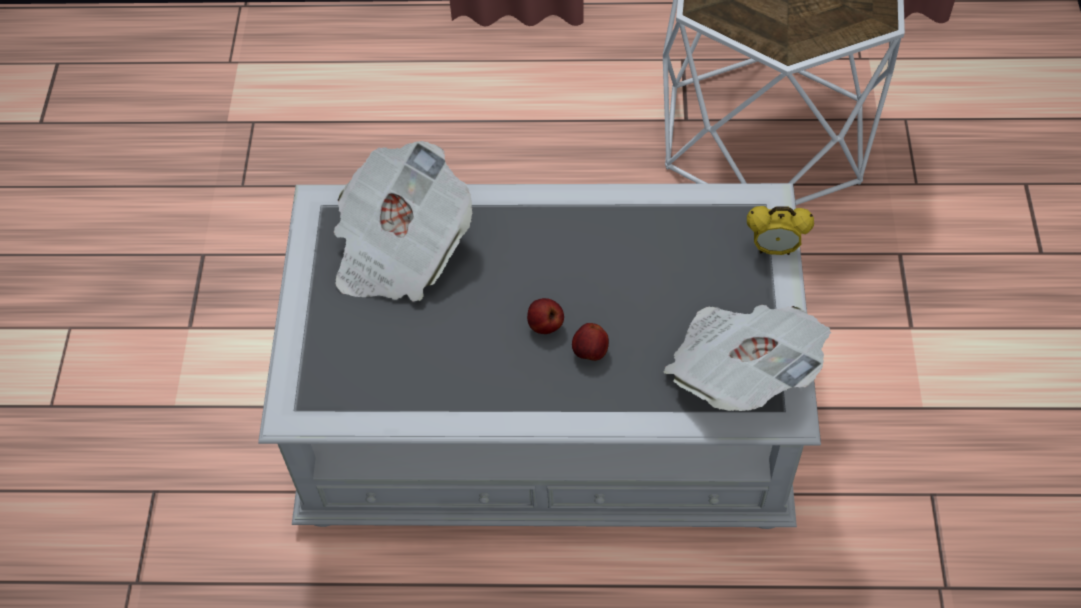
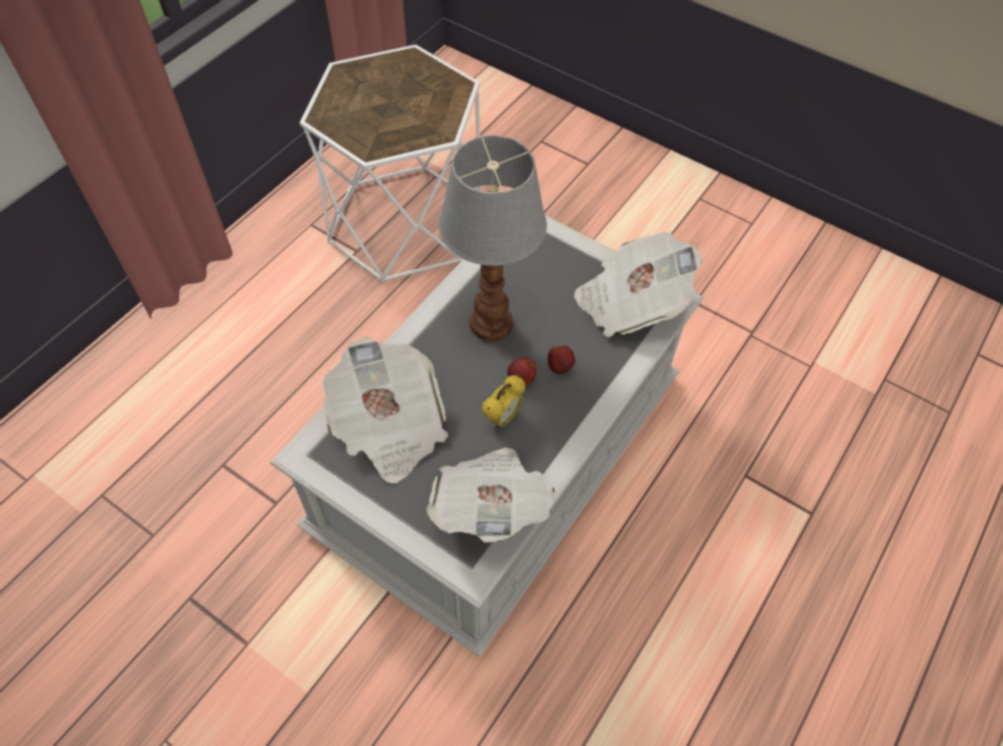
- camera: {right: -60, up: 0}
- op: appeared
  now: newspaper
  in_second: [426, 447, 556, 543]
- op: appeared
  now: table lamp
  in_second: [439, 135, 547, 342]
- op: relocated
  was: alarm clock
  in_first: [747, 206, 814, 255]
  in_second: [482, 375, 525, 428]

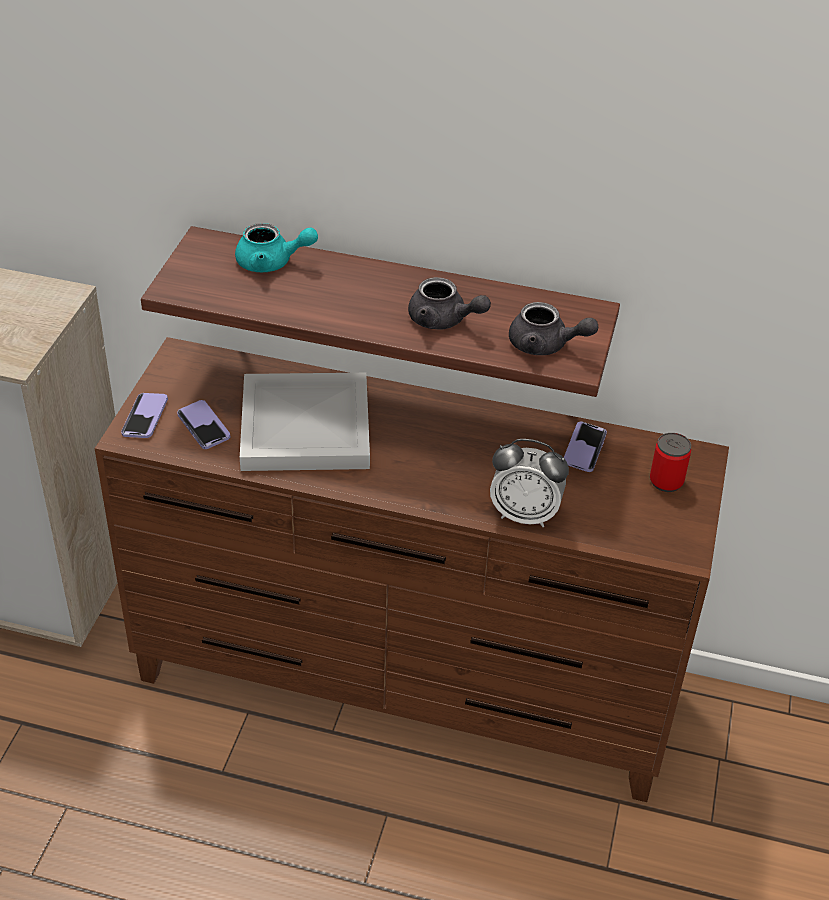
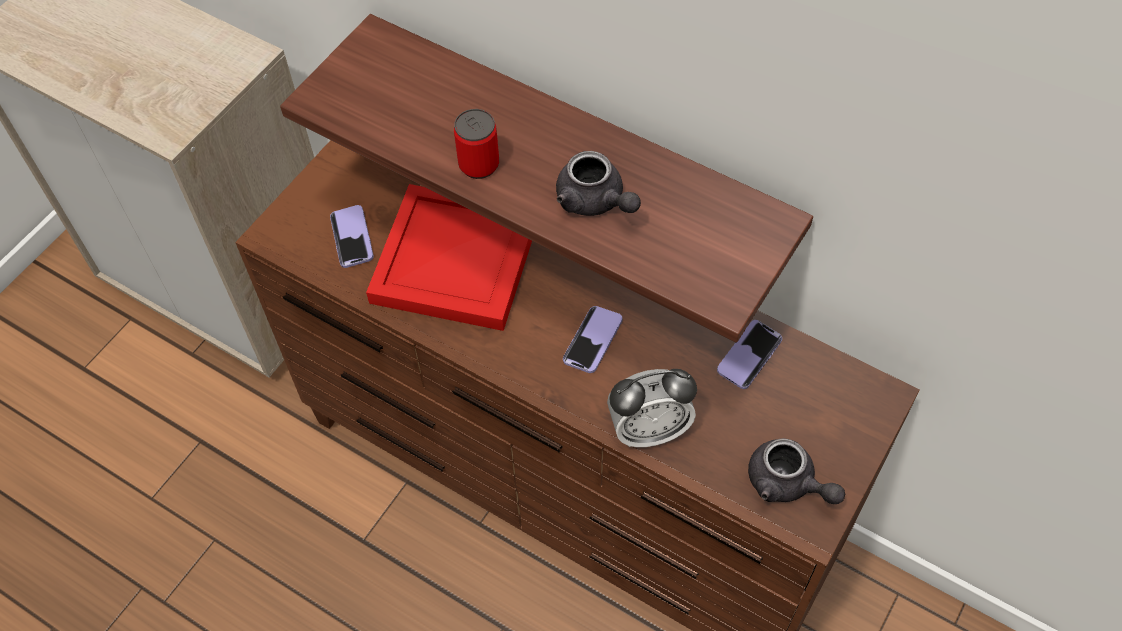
- camera: {right: 20, up: 15}
- op: colour
  was: tray/white
  now: tray/red
  in_first: [240, 373, 370, 471]
  in_second: [366, 184, 532, 331]
- op: relocated
  was: can
  in_first: [650, 433, 691, 492]
  in_second: [454, 109, 499, 179]
- op: relocated
  was: phone
  in_first: [121, 393, 168, 438]
  in_second: [563, 306, 623, 373]
- op: spun
  was: alarm clock
  in_first: [490, 439, 569, 527]
  in_second: [607, 369, 697, 447]
  clockwise: -45
- op: relocated
  was: teapot/grey
  in_first: [509, 302, 598, 355]
  in_second: [748, 438, 845, 504]
- op: missing
  was: teapot/turquoise
  in_first: [235, 223, 318, 272]

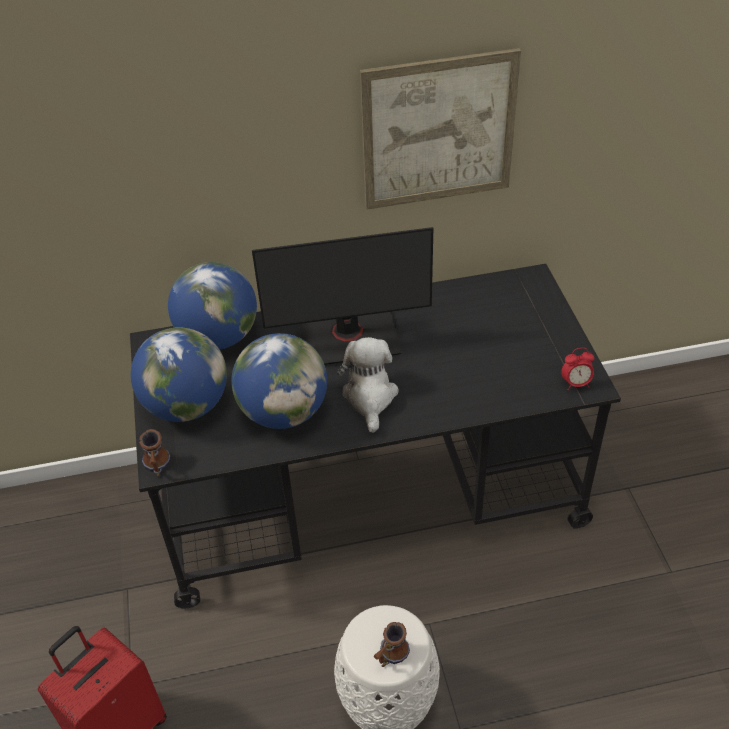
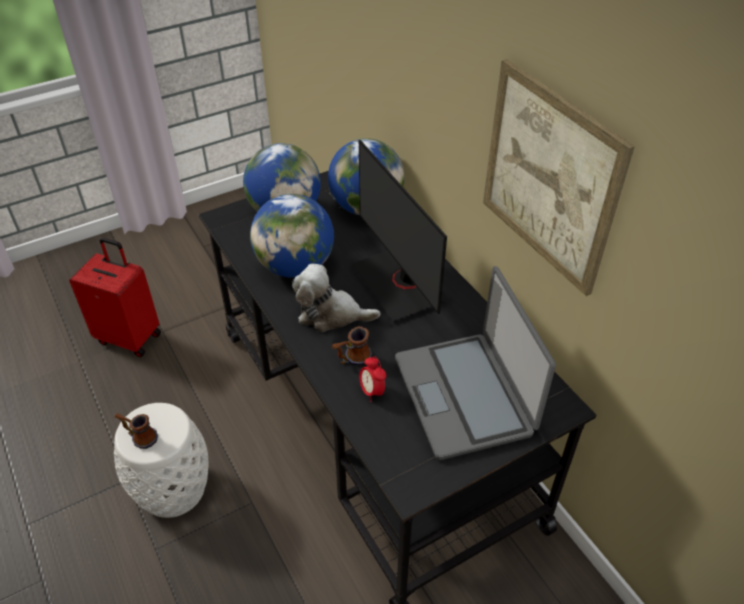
- camera: {right: 70, up: 0}
- op: spun
  was: plush toy
  in_first: [337, 337, 399, 433]
  in_second: [292, 264, 380, 332]
  clockwise: -150
- op: relocated
  was: mug
  in_first: [139, 429, 171, 476]
  in_second: [332, 326, 372, 366]
- op: relocated
  was: alarm clock
  in_first: [561, 348, 594, 390]
  in_second: [359, 356, 386, 402]
- op: appeared
  now: laptop
  in_second: [395, 266, 556, 460]

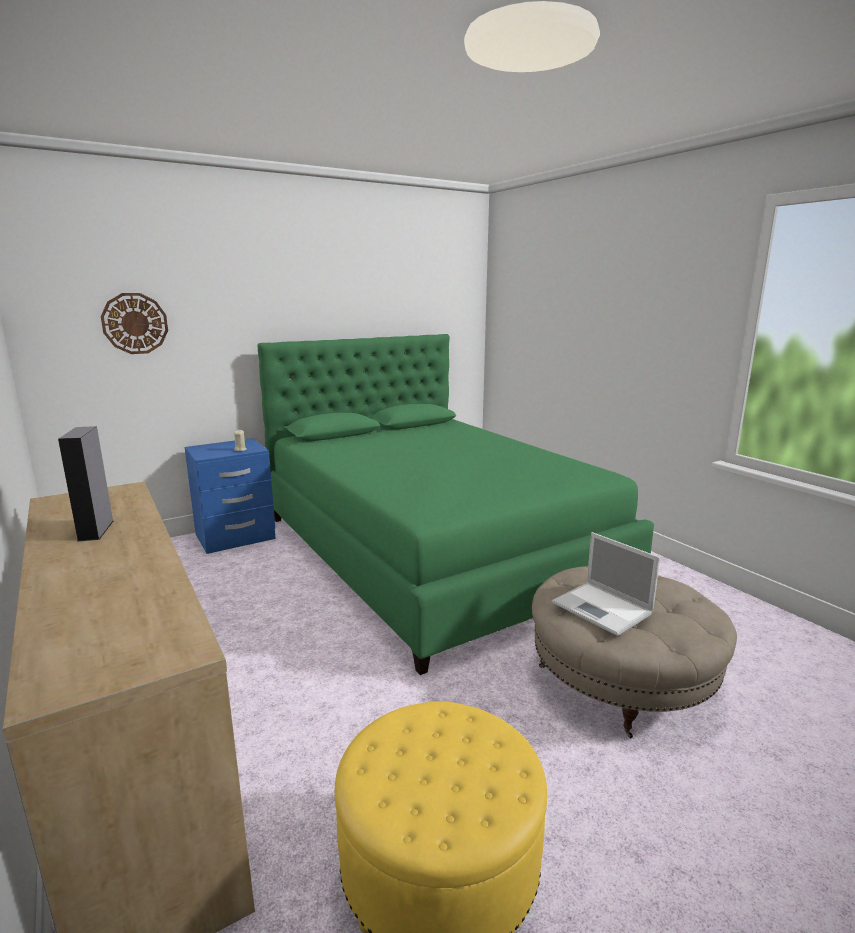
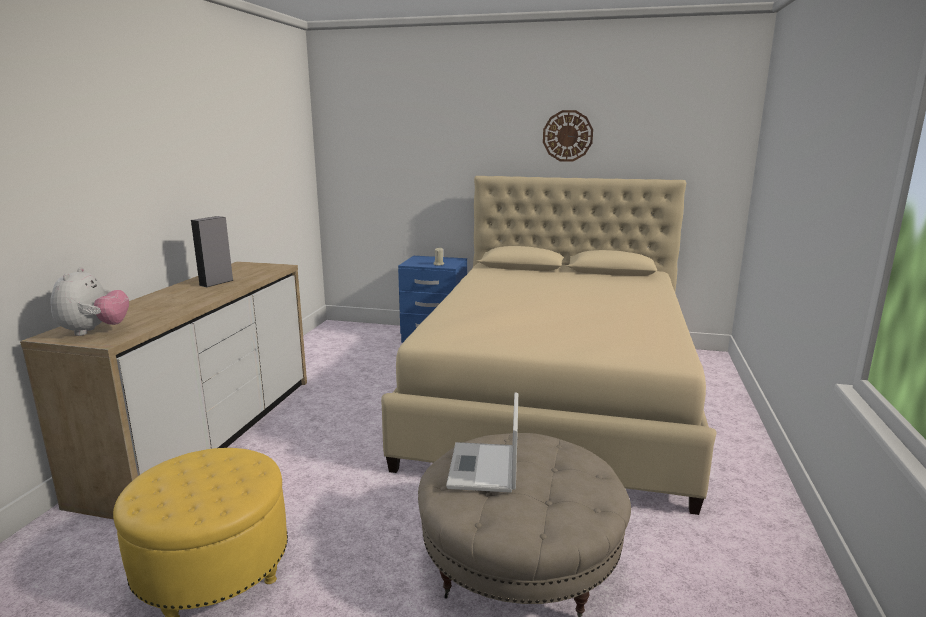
- camera: {right: 45, up: 0}
- op: appeared
  now: plush toy
  in_second: [50, 267, 129, 336]
- op: colour
  was: bed/green
  now: bed/beige
  in_first: [257, 334, 654, 675]
  in_second: [381, 176, 717, 515]
- op: relocated
  was: wall clock
  in_first: [101, 293, 168, 354]
  in_second: [543, 110, 593, 162]

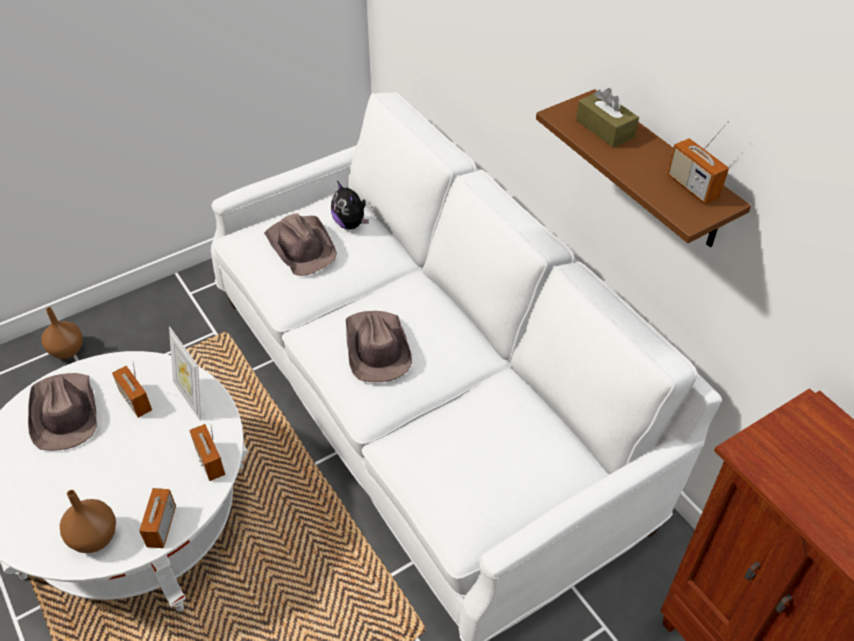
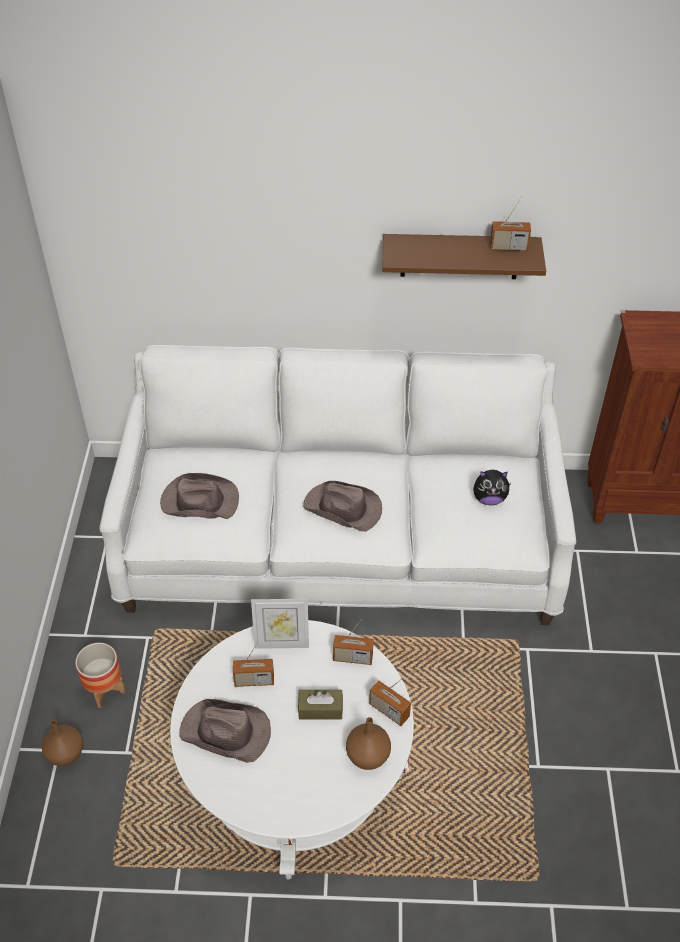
- camera: {right: -55, up: 0}
- op: appeared
  now: planter
  in_second: [75, 643, 126, 708]
- op: relocated
  was: tissue box/brown
  in_first: [576, 88, 639, 148]
  in_second: [298, 690, 343, 720]
- op: relocated
  was: plush toy
  in_first: [331, 181, 369, 229]
  in_second: [473, 470, 511, 506]

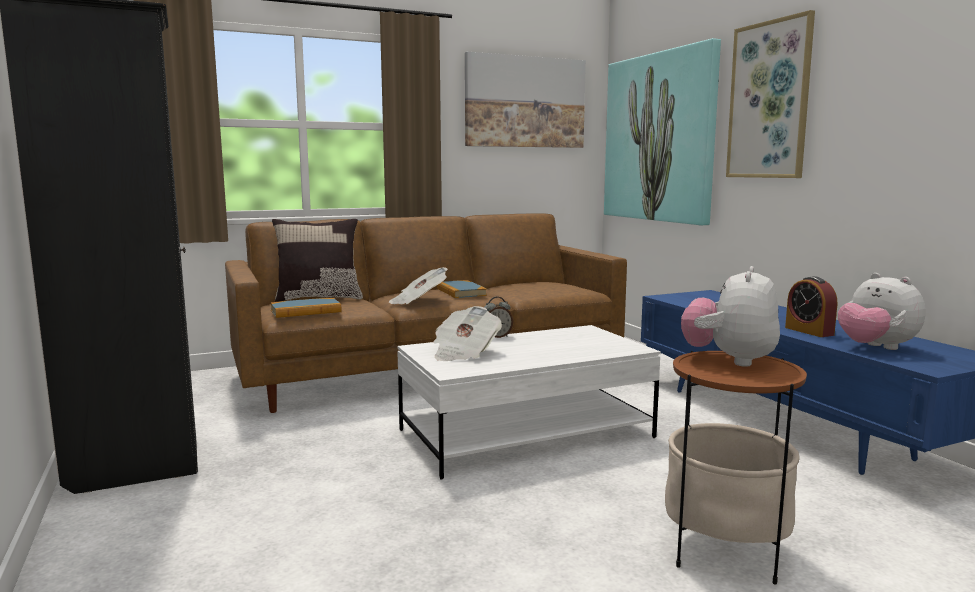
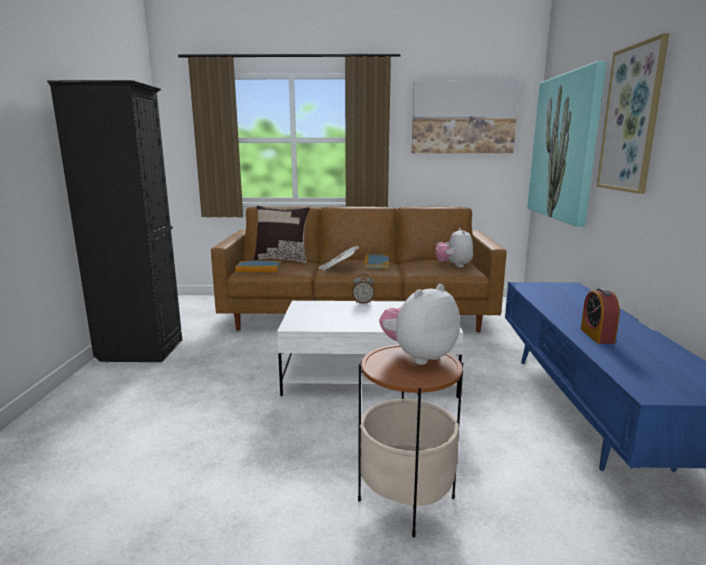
- camera: {right: 25, up: 5}
- op: relocated
  was: plush toy
  in_first: [838, 273, 926, 350]
  in_second: [435, 228, 473, 268]
- op: missing
  was: newspaper
  in_first: [433, 306, 502, 361]

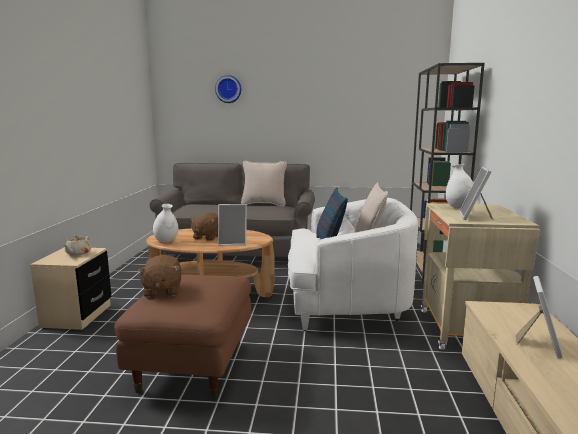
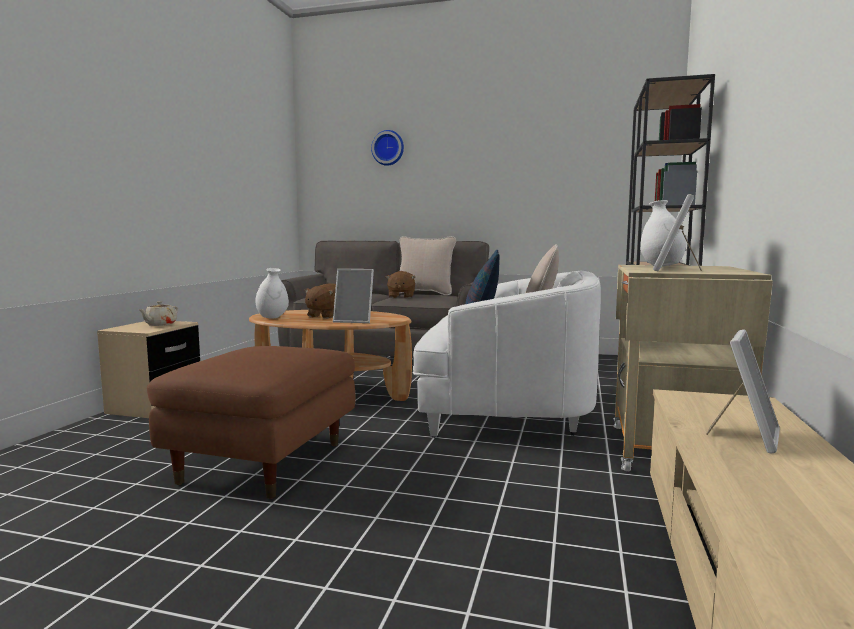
- camera: {right: 10, up: -5}
- op: relocated
  was: plush toy/brown
  in_first: [137, 255, 182, 298]
  in_second: [386, 271, 415, 298]

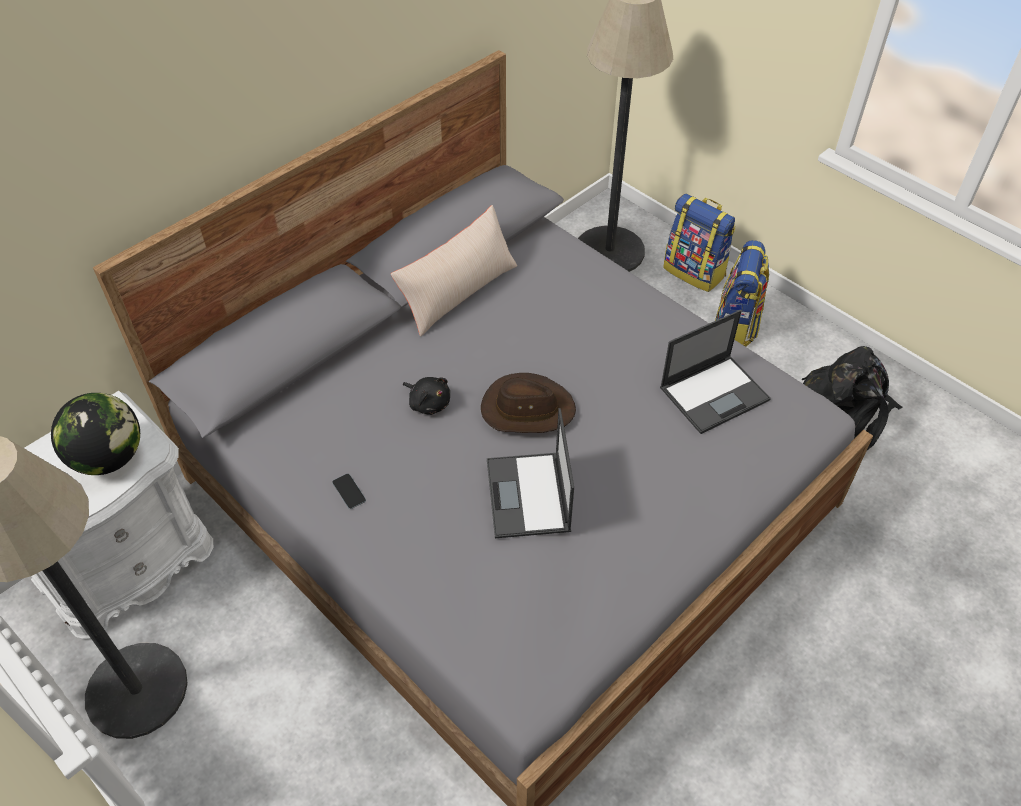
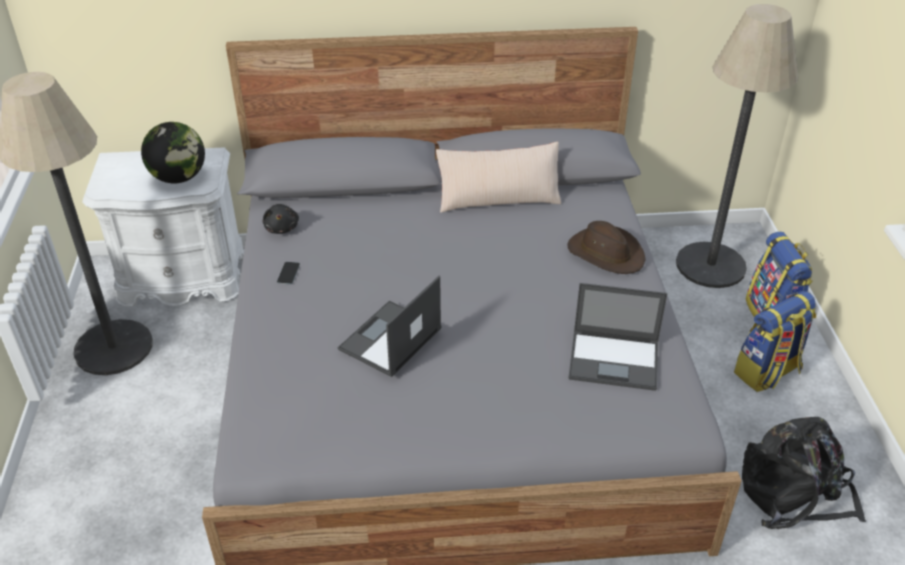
- camera: {right: 40, up: -10}
- op: relocated
  was: plush toy/black
  in_first: [403, 377, 450, 415]
  in_second: [263, 204, 299, 234]
- op: relocated
  was: hat/brown
  in_first: [481, 373, 576, 433]
  in_second: [567, 221, 646, 274]

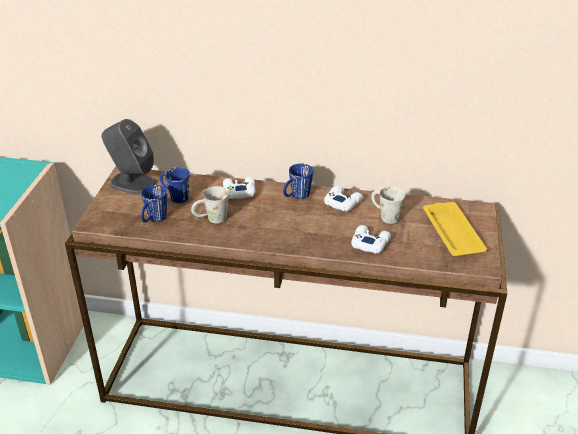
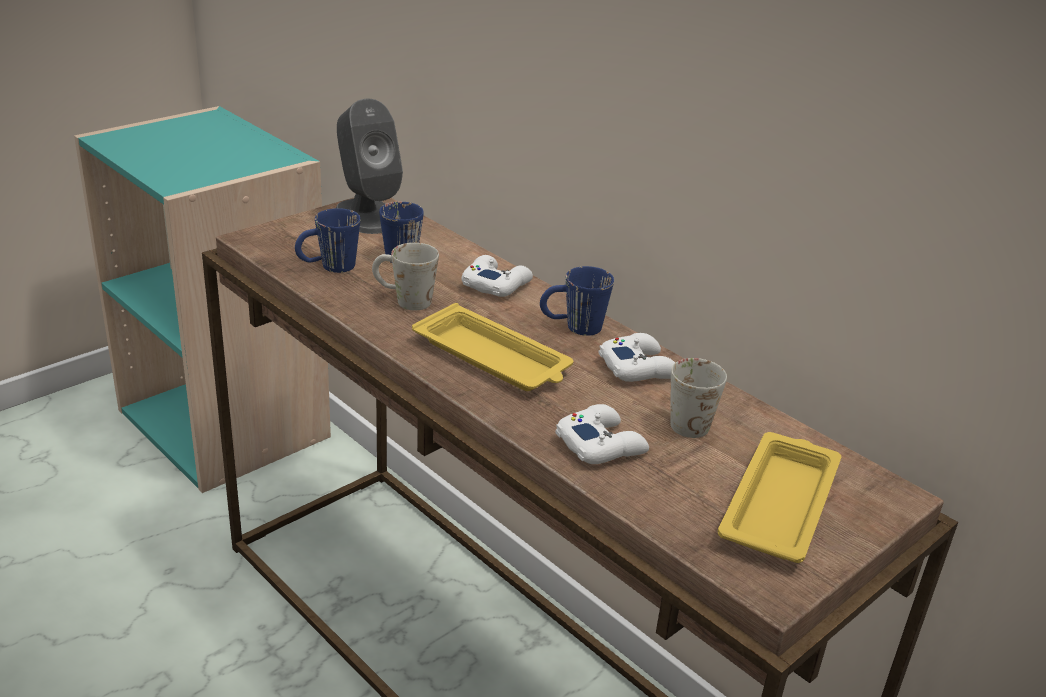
- camera: {right: 35, up: -5}
- op: appeared
  now: tray/yellow
  in_second: [412, 303, 573, 391]

